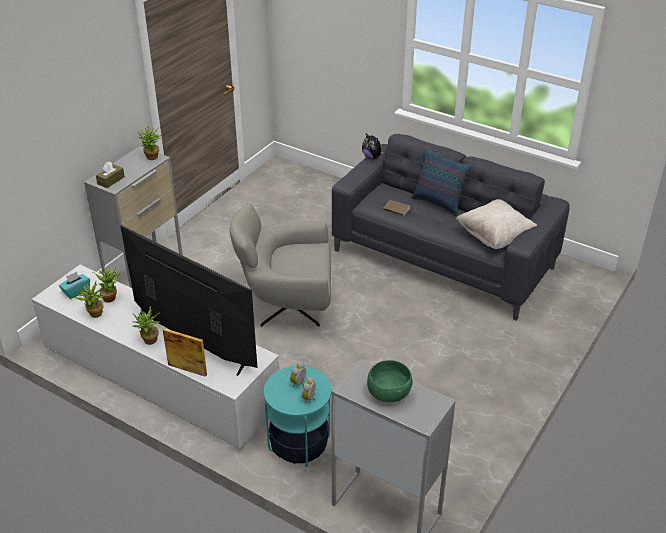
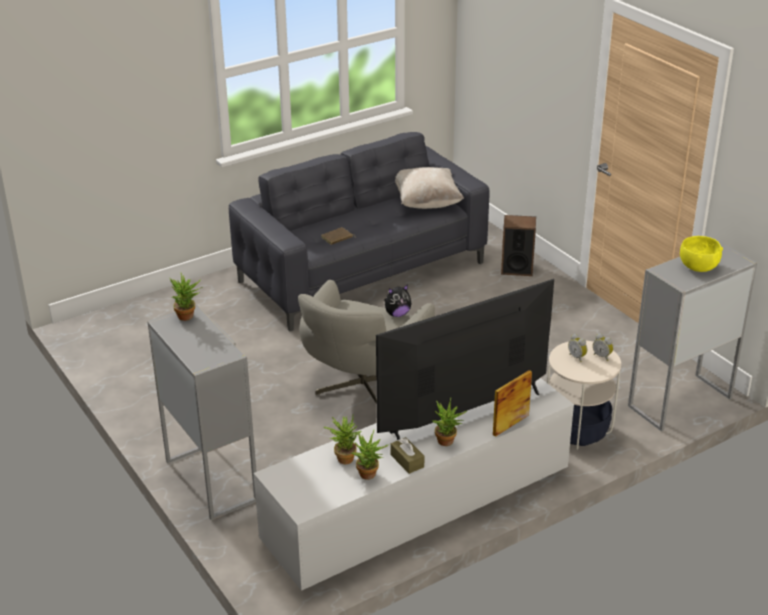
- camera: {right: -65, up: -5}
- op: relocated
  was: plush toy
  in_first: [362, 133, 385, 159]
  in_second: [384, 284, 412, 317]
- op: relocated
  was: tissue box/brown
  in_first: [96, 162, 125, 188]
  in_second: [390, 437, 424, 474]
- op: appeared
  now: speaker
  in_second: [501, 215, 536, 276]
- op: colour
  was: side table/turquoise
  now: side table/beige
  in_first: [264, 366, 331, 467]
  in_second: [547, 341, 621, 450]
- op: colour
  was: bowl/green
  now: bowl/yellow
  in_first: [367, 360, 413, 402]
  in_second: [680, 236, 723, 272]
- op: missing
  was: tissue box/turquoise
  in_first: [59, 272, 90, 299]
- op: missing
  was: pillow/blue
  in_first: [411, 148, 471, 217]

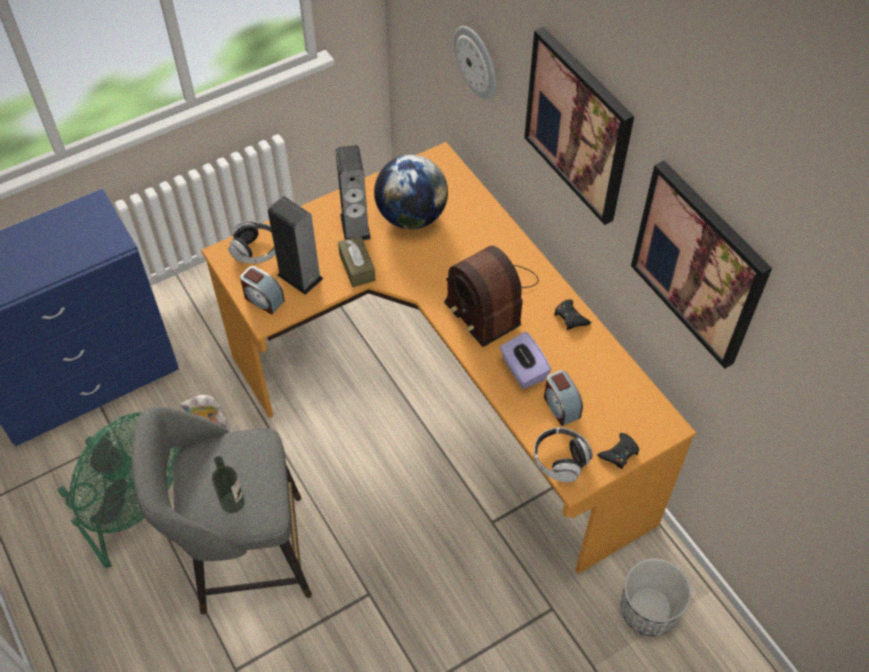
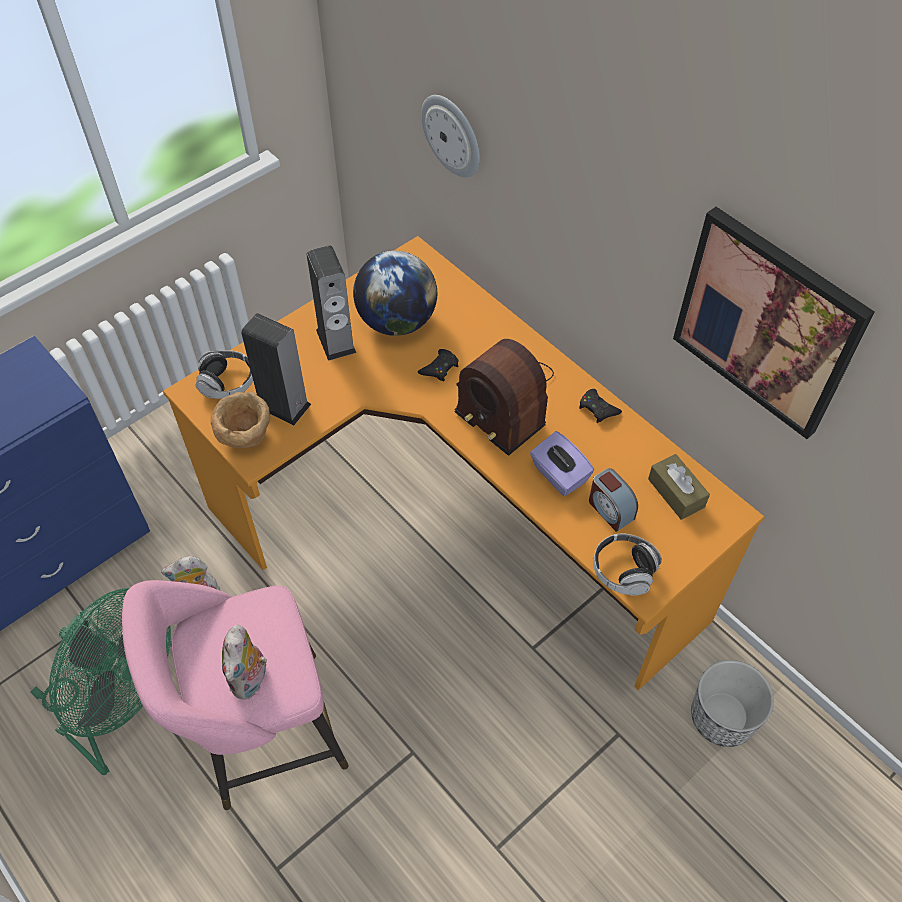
- camera: {right: -10, up: 0}
- op: colour
  was: stool/grey
  now: stool/pink
  in_first: [131, 406, 312, 615]
  in_second: [122, 580, 349, 810]
- op: exchanged
  was: alarm clock
  now: bowl/brown
  in_first: [240, 266, 285, 315]
  in_second: [211, 391, 270, 448]
- op: exchanged
  was: bottle
  now: plush toy
  in_first: [212, 456, 245, 513]
  in_second: [222, 625, 267, 700]
- op: relocated
  was: game controller/black
  in_first: [597, 433, 640, 469]
  in_second: [418, 349, 458, 382]
- op: relocated
  was: tissue box/brown
  in_first: [338, 236, 376, 287]
  in_second: [648, 454, 710, 520]
- op: missing
  was: picture
  in_first: [524, 27, 634, 225]

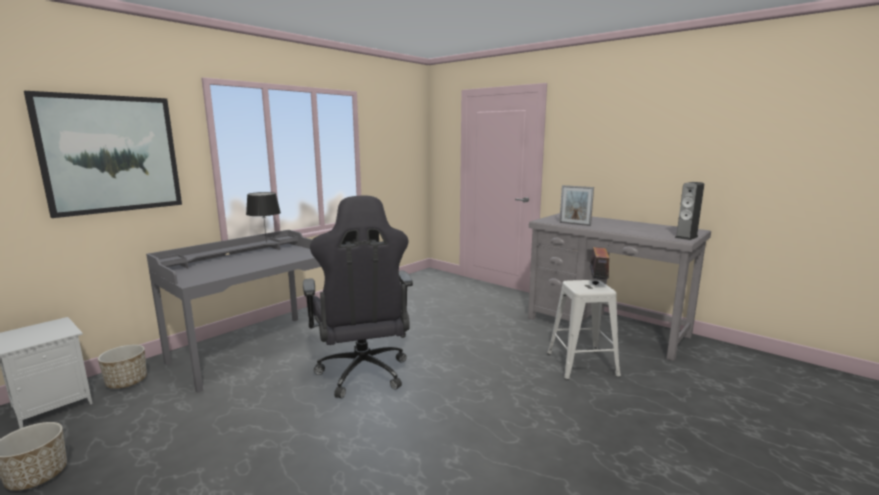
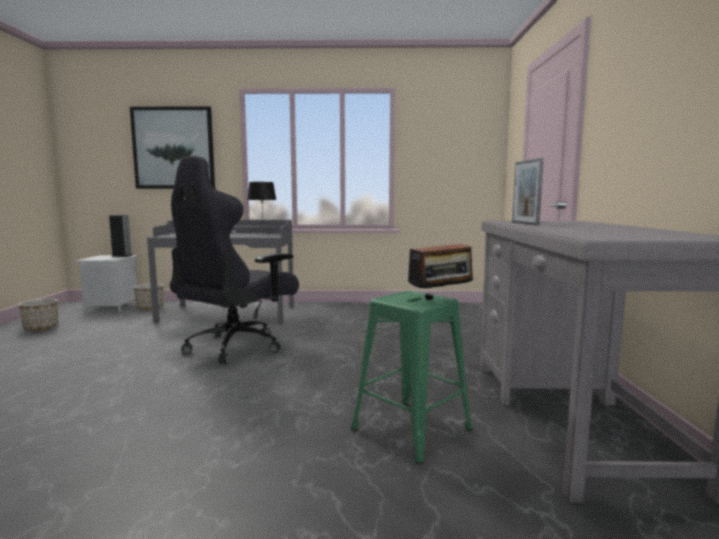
- camera: {right: 50, up: -5}
- op: relocated
  was: speaker
  in_first: [675, 182, 704, 240]
  in_second: [109, 215, 133, 257]
- op: colour
  was: stool/white
  now: stool/green
  in_first: [547, 280, 621, 380]
  in_second: [351, 291, 473, 464]

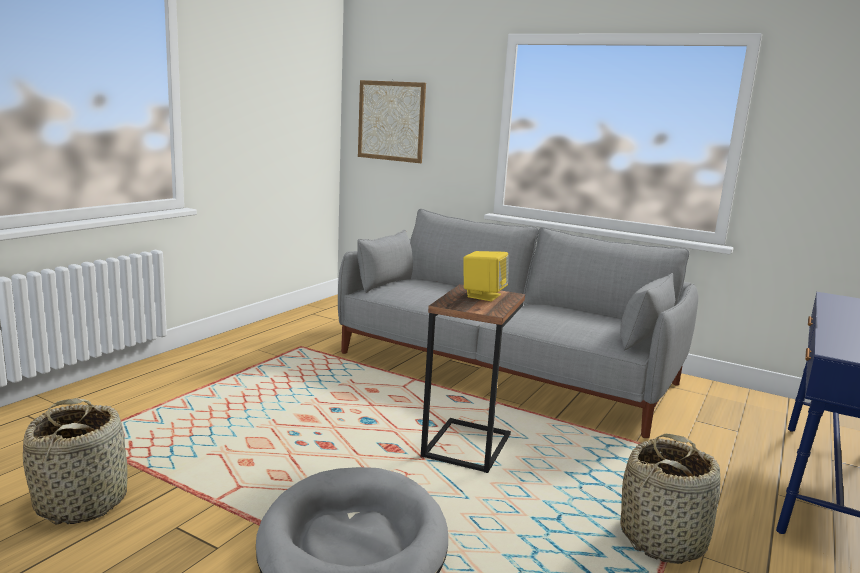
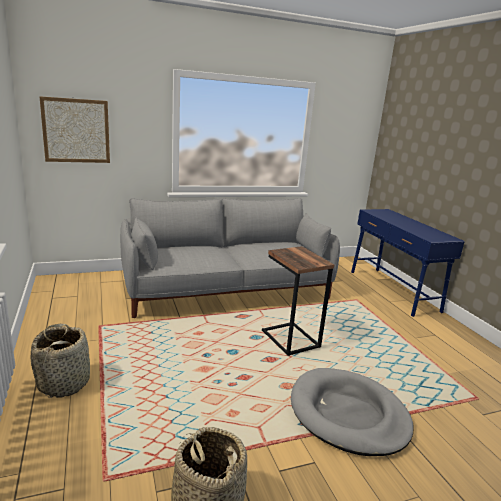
- camera: {right: -50, up: 5}
- op: relocated
  was: basket
  in_first: [621, 434, 720, 564]
  in_second: [31, 323, 90, 398]
- op: missing
  was: speaker/yellow
  in_first: [463, 251, 509, 301]

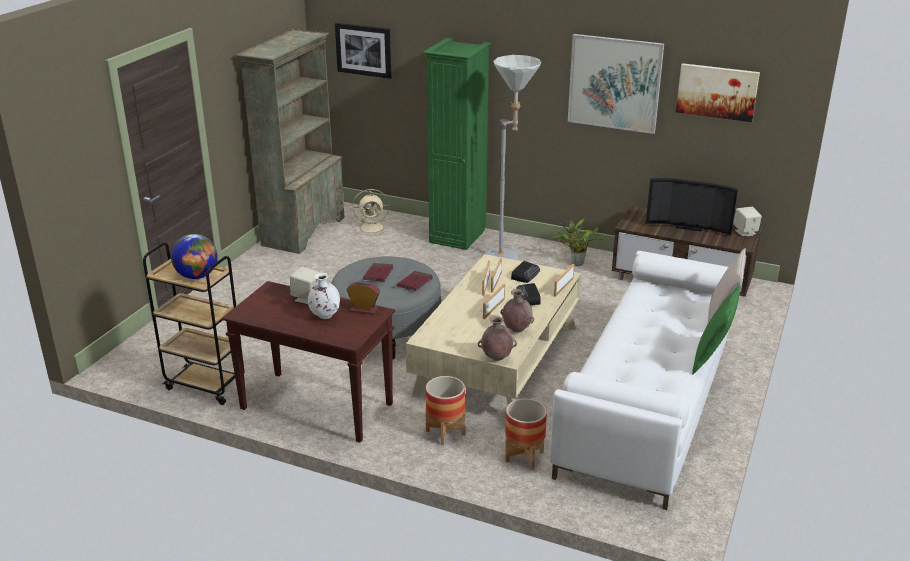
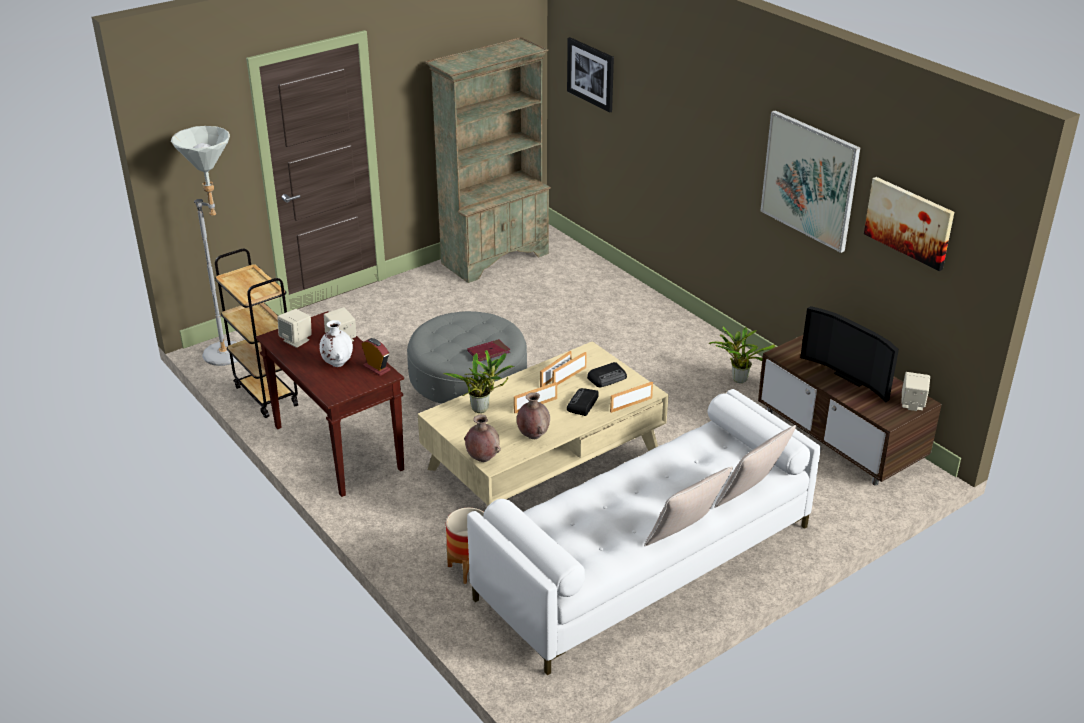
- camera: {right: 30, up: 5}
- op: relocated
  was: floor lamp/grey
  in_first: [483, 55, 541, 260]
  in_second: [171, 126, 238, 366]
- op: appeared
  now: speaker/beige
  in_second: [277, 309, 312, 348]
- op: appeared
  now: potted plant
  in_second: [443, 350, 515, 413]
- op: colour
  was: pillow/green
  now: pillow/beige
  in_first: [692, 285, 741, 374]
  in_second: [644, 466, 733, 546]
- op: missing
  was: globe
  in_first: [171, 234, 218, 279]
- op: missing
  was: fan/beige
  in_first: [353, 189, 391, 235]
- op: missing
  was: book/red
  in_first: [363, 263, 394, 282]
- op: missing
  was: cabinet/green
  in_first: [423, 38, 492, 250]
- op: missing
  was: planter
  in_first: [425, 376, 466, 445]

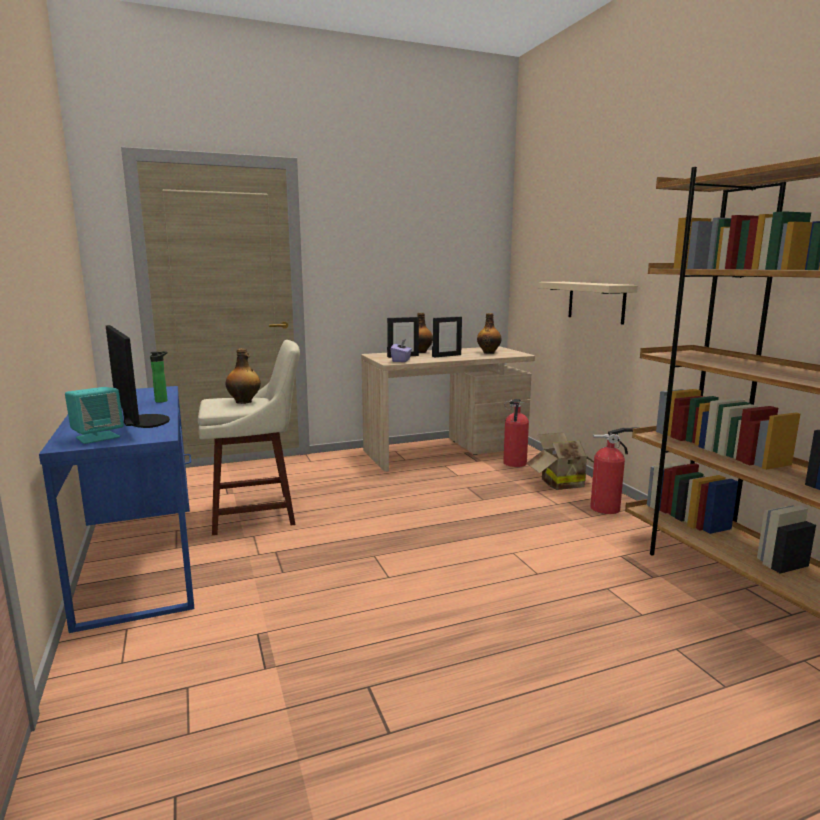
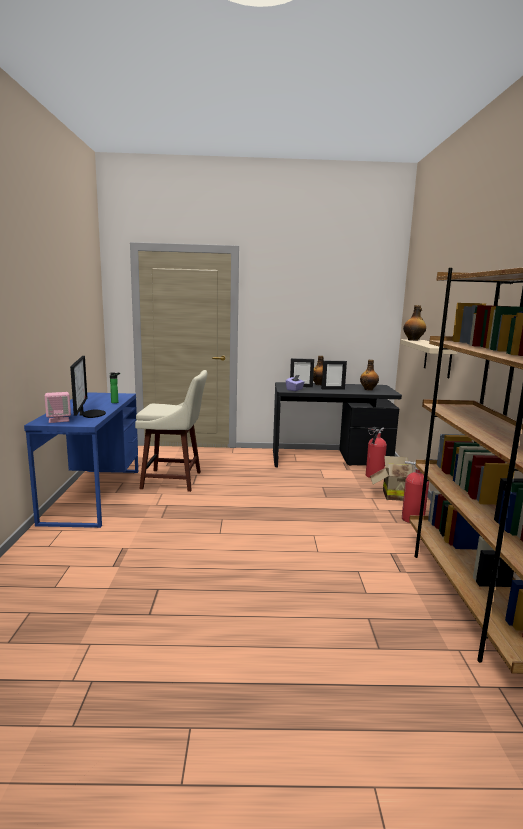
- camera: {right: 20, up: 0}
- op: colour
  was: speaker/turquoise
  now: speaker/pink
  in_first: [65, 387, 124, 444]
  in_second: [45, 392, 71, 423]
- op: colour
  was: desk/beige
  now: desk/black
  in_first: [361, 346, 535, 472]
  in_second: [273, 382, 402, 467]
- op: relocated
  was: bottle
  in_first: [226, 349, 261, 404]
  in_second: [403, 305, 426, 341]

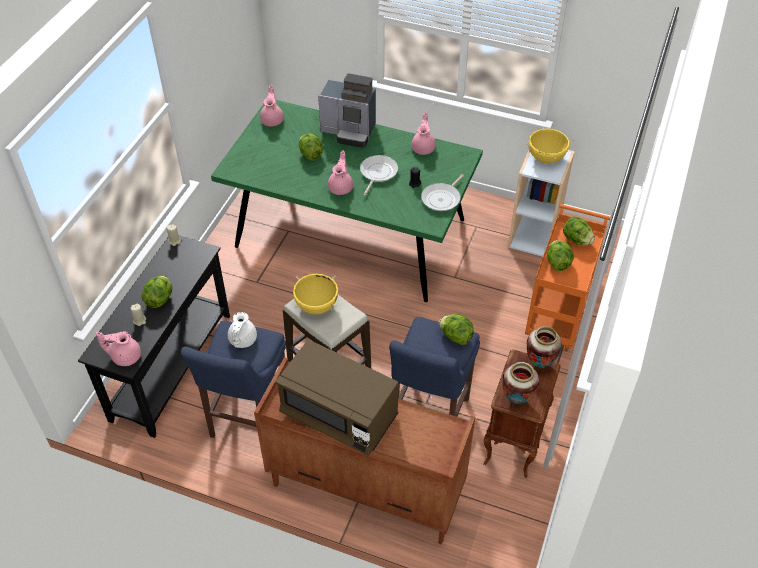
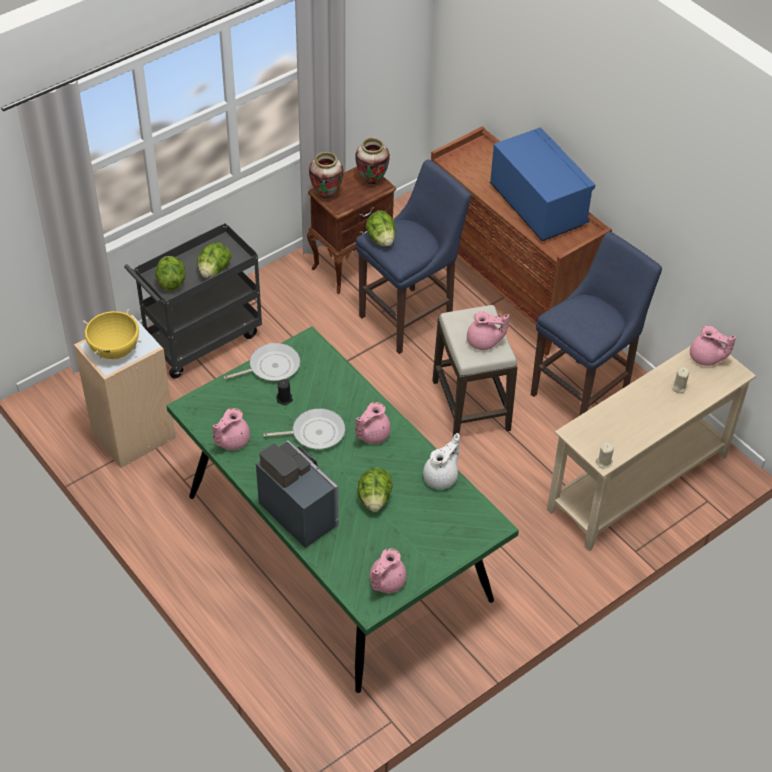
- camera: {right: -150, up: 0}
- op: colour
  was: cart/orange
  now: cart/grey
  in_first: [525, 204, 610, 352]
  in_second: [124, 223, 262, 378]
- op: spun
  was: frying pan
  in_first: [360, 155, 398, 196]
  in_second: [263, 408, 345, 449]
  clockwise: -150
- op: relocated
  was: teapot/white
  in_first: [228, 312, 257, 348]
  in_second: [423, 433, 460, 489]
- op: exchanged
  was: cooking pot/yellow
  now: teapot/pink
  in_first: [293, 274, 339, 315]
  in_second: [467, 311, 509, 350]
- op: colour
  was: microwave/brown
  now: microwave/blue
  in_first: [275, 340, 399, 456]
  in_second: [490, 127, 595, 241]
- op: colour
  was: console table/black
  now: console table/beige
  in_first: [78, 235, 230, 438]
  in_second: [547, 346, 756, 551]
- op: missing
  was: lettuce
  in_first: [142, 276, 172, 308]

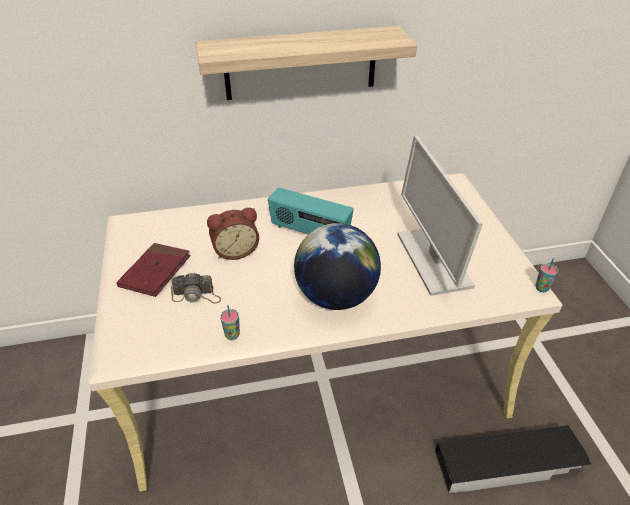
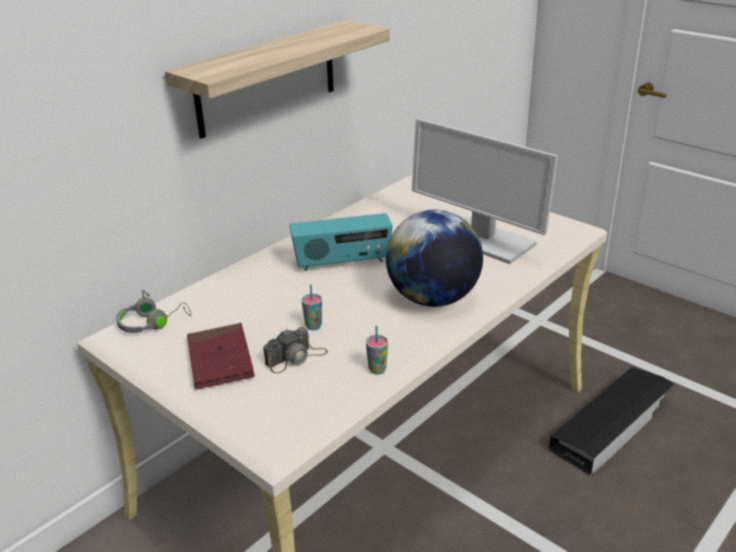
- camera: {right: -35, up: -10}
- op: appeared
  now: headphones/grey
  in_second: [116, 290, 191, 333]
- op: relocated
  was: cup
  in_first: [535, 258, 558, 292]
  in_second: [301, 284, 322, 330]
- op: missing
  was: alarm clock
  in_first: [207, 208, 259, 260]

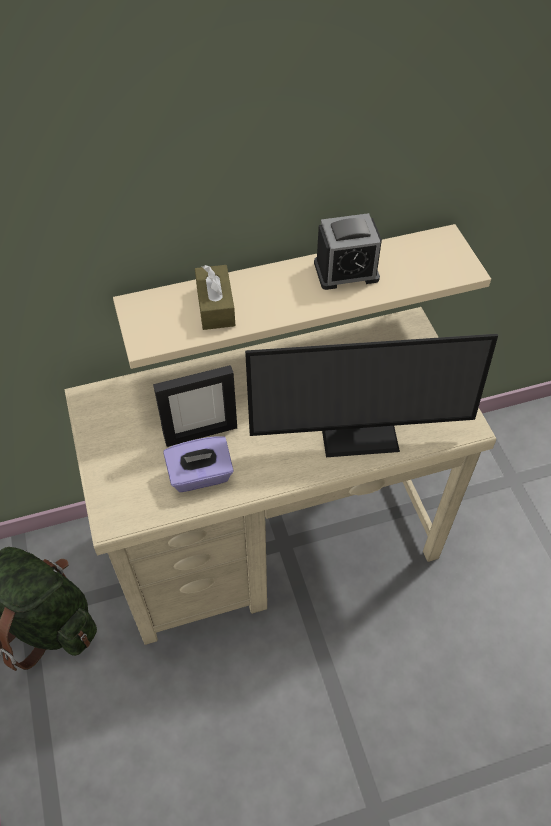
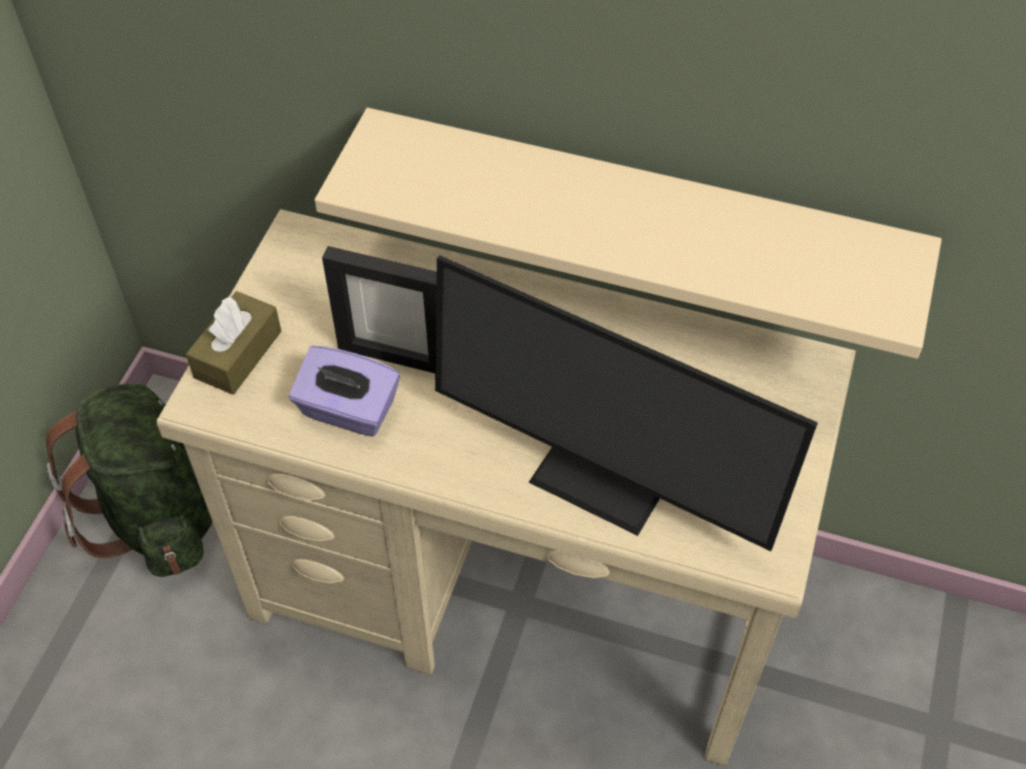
- camera: {right: 35, up: 0}
- op: relocated
  was: tissue box/brown
  in_first: [195, 265, 235, 330]
  in_second: [186, 291, 281, 395]
- op: missing
  was: alarm clock
  in_first: [314, 213, 382, 290]

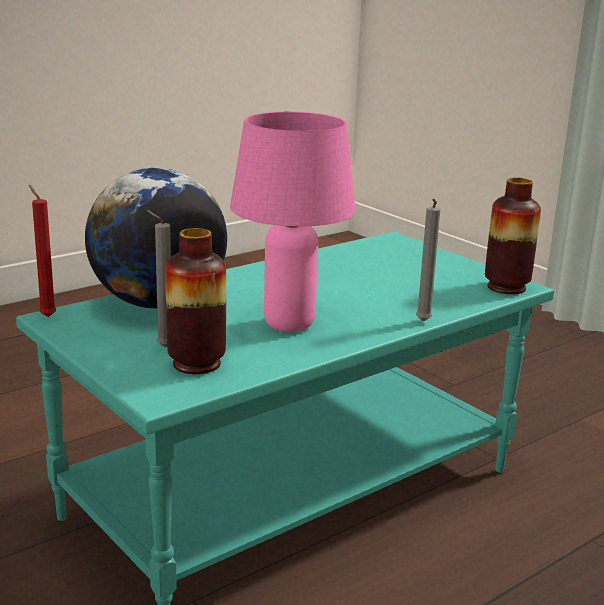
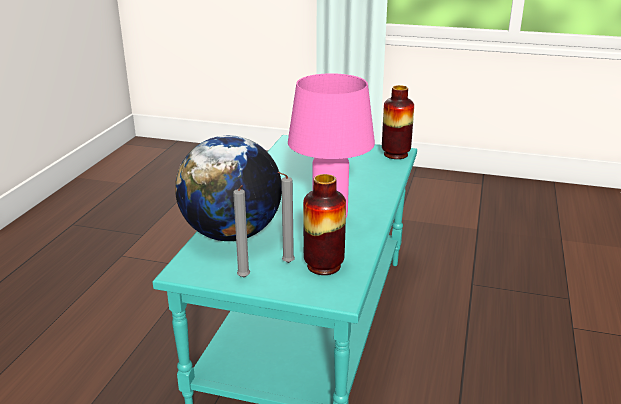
- camera: {right: -35, up: 5}
- op: relocated
  was: candle/grey
  in_first: [416, 198, 440, 322]
  in_second: [233, 185, 250, 278]
- op: missing
  was: candle/red
  in_first: [29, 185, 56, 317]

